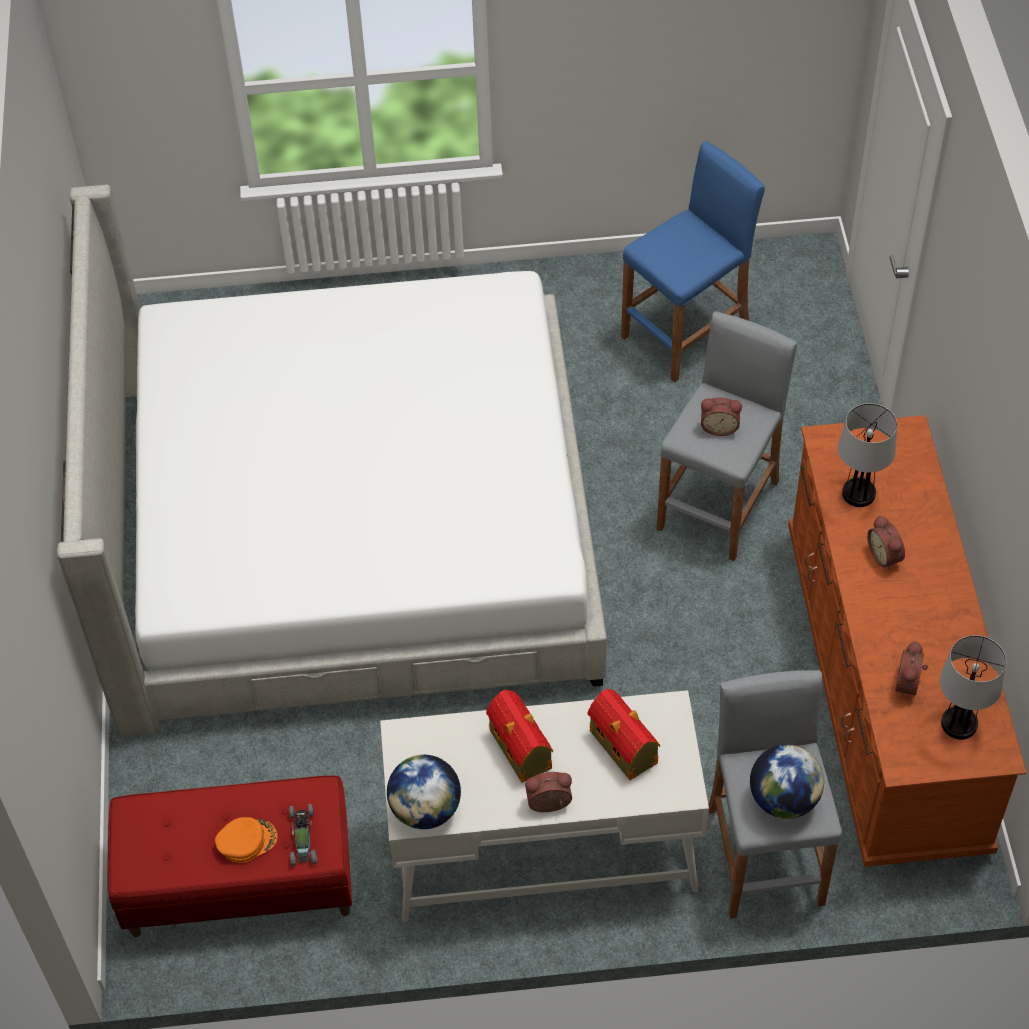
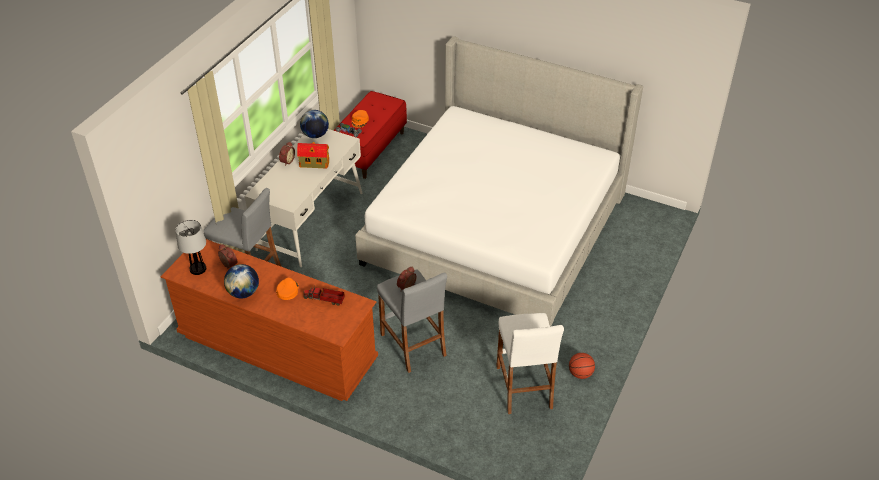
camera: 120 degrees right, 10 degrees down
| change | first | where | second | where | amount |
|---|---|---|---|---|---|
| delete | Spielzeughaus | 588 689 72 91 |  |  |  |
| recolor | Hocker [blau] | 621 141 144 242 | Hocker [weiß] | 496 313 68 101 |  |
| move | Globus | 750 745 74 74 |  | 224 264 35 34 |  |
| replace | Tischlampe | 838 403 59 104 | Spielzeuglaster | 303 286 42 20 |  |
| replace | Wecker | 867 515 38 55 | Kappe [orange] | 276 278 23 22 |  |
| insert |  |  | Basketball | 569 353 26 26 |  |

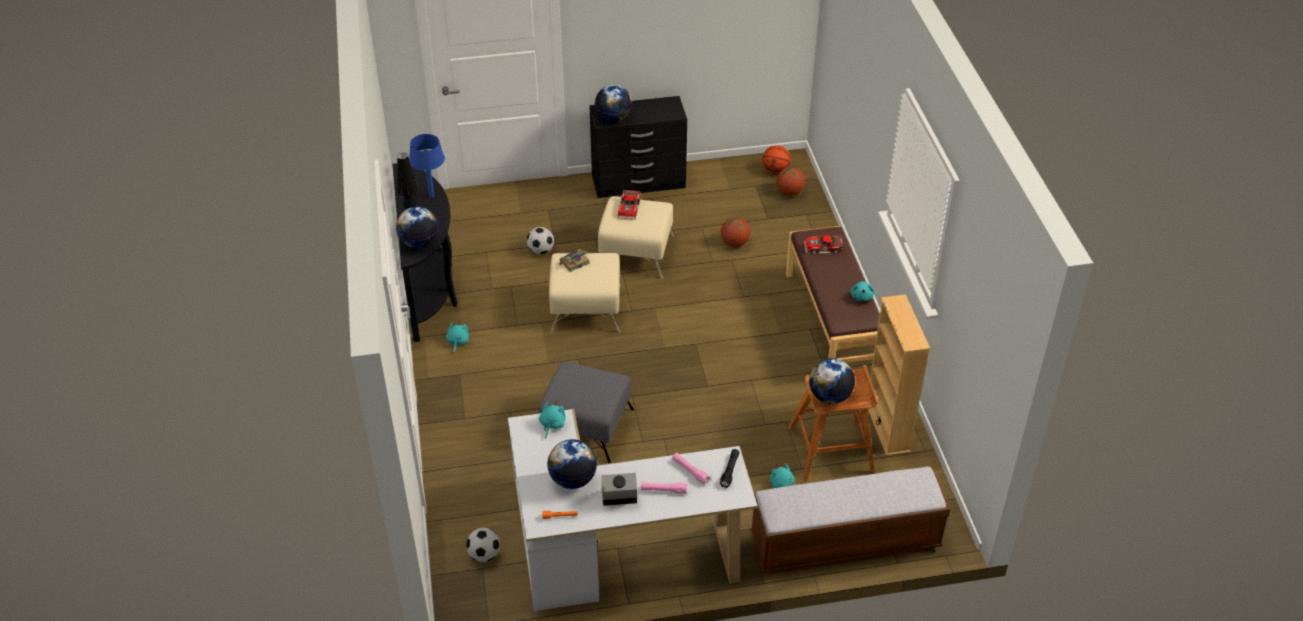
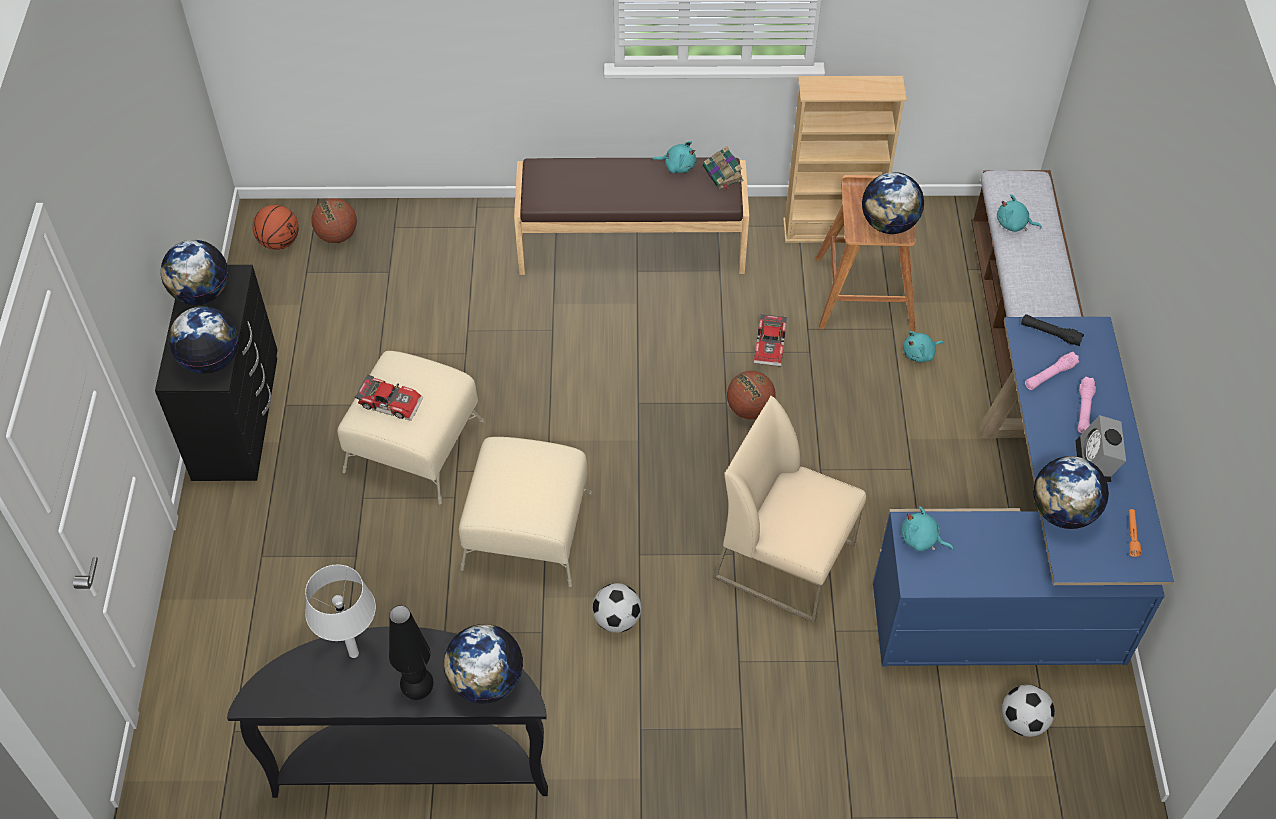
camera: 80 degrees left, 10 degrees up
| change | first | where | second | where | amount |
|---|---|---|---|---|---|
| recolor | Tischlampe [blau] | 409 134 36 64 | Tischlampe [grau] | 305 565 71 93 |  |
| move | Plüschtier [türkis] | 446 321 23 32 |  | 997 194 45 38 |  |
| recolor | Schreibtisch [weiß] | 508 409 249 202 | Schreibtisch [blau] | 872 317 302 350 |  |
| move | Fußball | 527 227 27 27 |  | 592 583 49 50 |  |
| replace | Polsterhocker [grau] | 539 362 95 101 | Stuhl [beige] | 713 396 153 227 |  |
| move | Buch | 559 249 31 23 |  | 703 146 41 44 |  |
| move | Basketball | 721 217 30 30 |  | 727 371 49 48 |  |
| move | Spielzeugauto | 804 234 40 21 |  | 754 314 33 52 |  |
| insert |  |  | Globus | 161 240 67 65 |  |

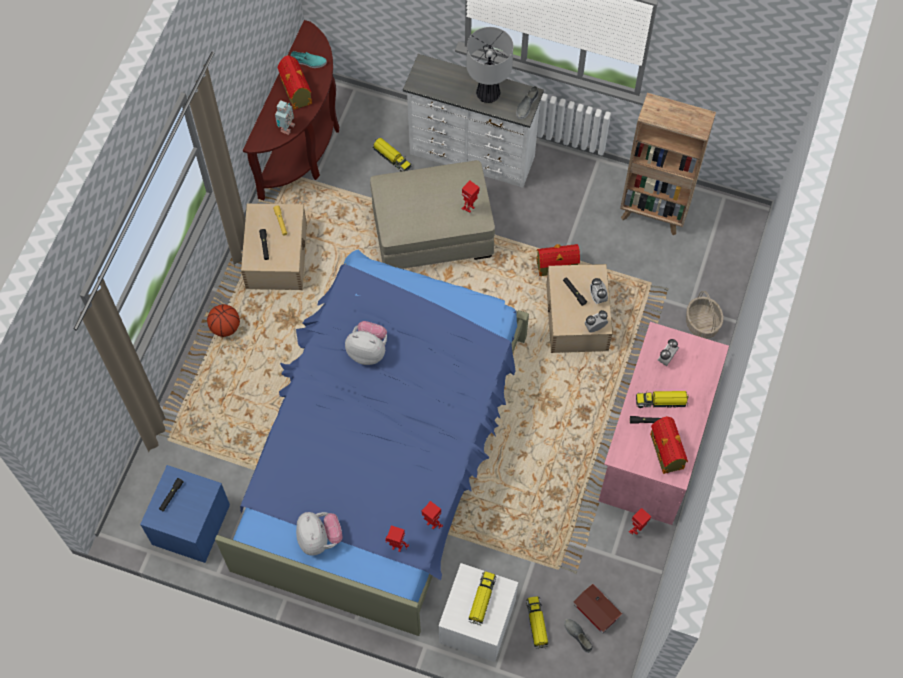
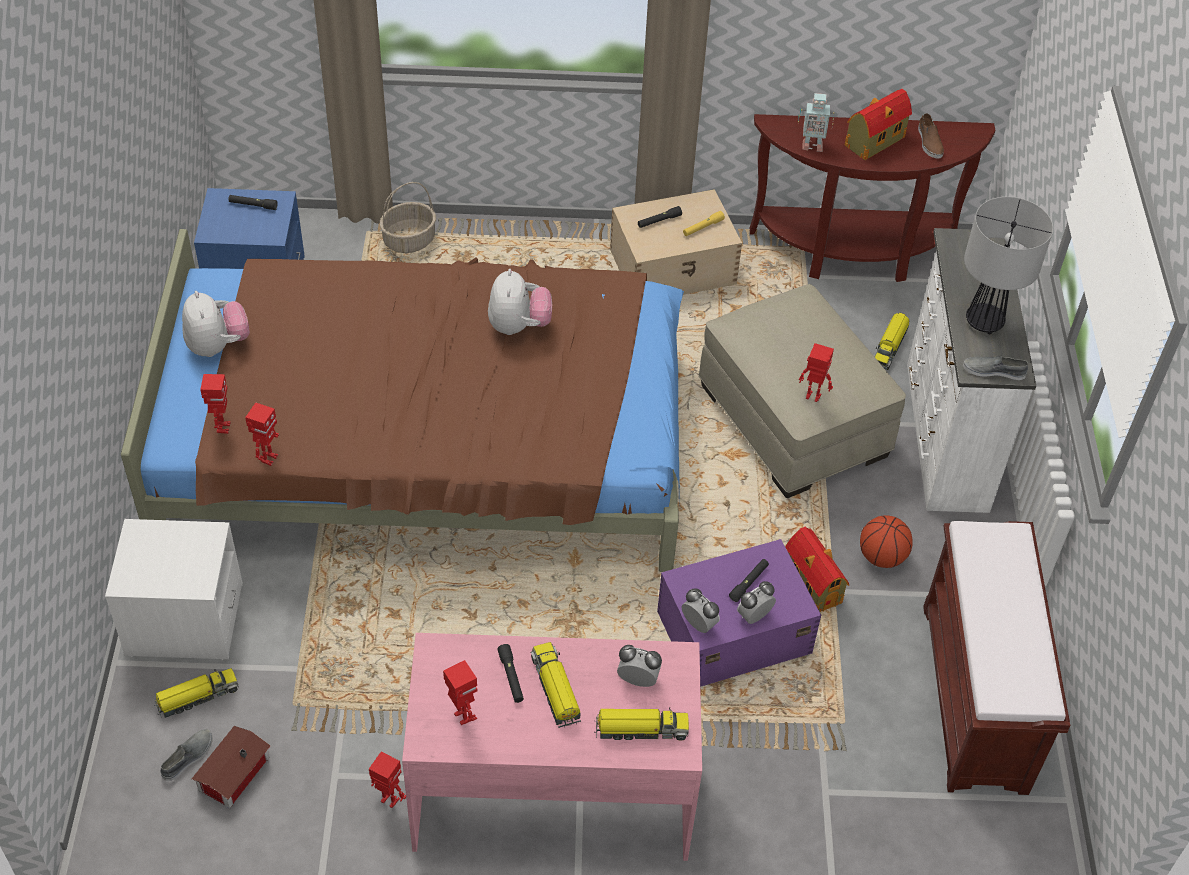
camera: 70 degrees right, 15 degrees down
| change | first | where | second | where | amount |
|---|---|---|---|---|---|
| move | Basketball | 207 304 33 33 |  | 860 516 53 52 |  |
| recolor | Bett [blau] | 215 250 314 386 | Bett [braun] | 121 229 563 343 |  |
| recolor | Schuh [türkis] | 291 51 36 17 | Schuh [braun] | 918 113 26 46 |  |
| rotate | Plüschtier | 296 512 47 44 |  | 182 291 68 66 | 75 degrees counterclockwise |
| move | Spielzeuglaster | 468 571 28 54 |  | 596 707 93 33 |  |
| recolor | Aufbewahrungsbox [beige] | 546 264 67 89 | Aufbewahrungsbox [lila] | 657 539 164 148 |  |
| replace | Bücherregal [braun] | 620 93 96 142 | Bank [braun] | 923 521 147 274 |  |
| replace | Spielzeughaus | 650 416 38 58 | Spielzeugroboter | 443 660 35 65 |  |
| move | Korb | 686 291 38 48 |  | 380 182 56 71 |  |

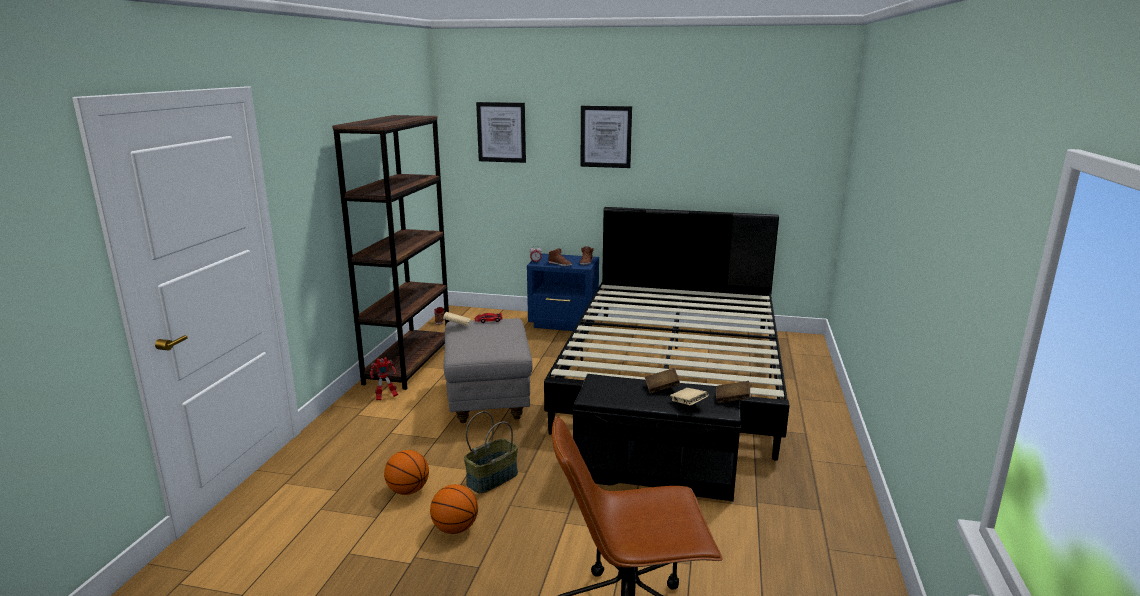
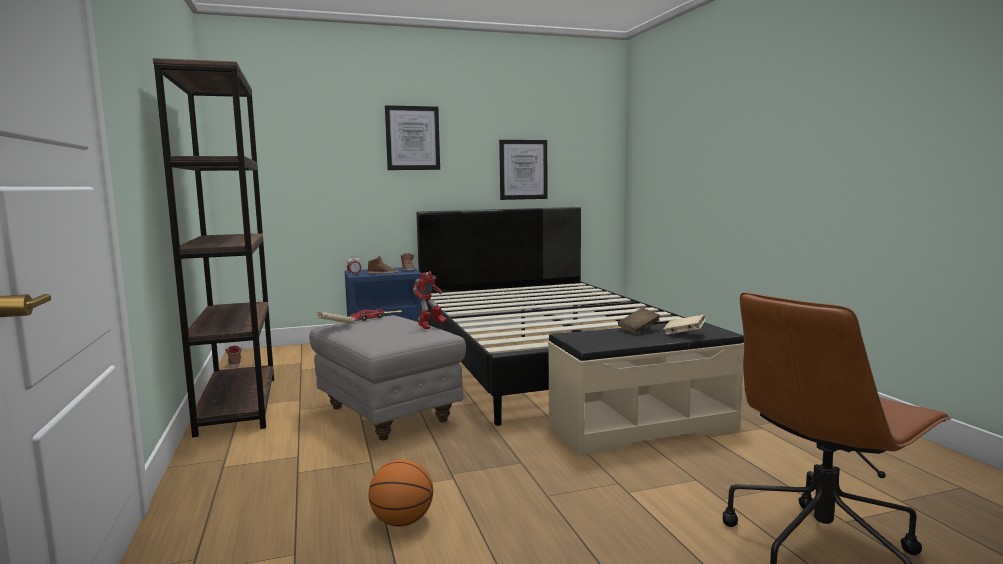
camera: 30 degrees left, 10 degrees down
| change | first | where | second | where | amount |
|---|---|---|---|---|---|
| move | Spielzeugroboter | 370 357 28 43 |  | 413 271 34 58 |  |
| delete | Basketball | 430 484 48 50 |  |  |  |
| delete | Korb | 464 411 54 83 |  |  |  |
| move | Bild | 476 102 50 61 |  | 499 140 49 60 |  |
| recolor | Bank [schwarz] | 572 374 169 128 | Bank [beige] | 548 322 196 134 |  |
| delete | Buch [braun] | 716 381 34 22 |  |  |  |

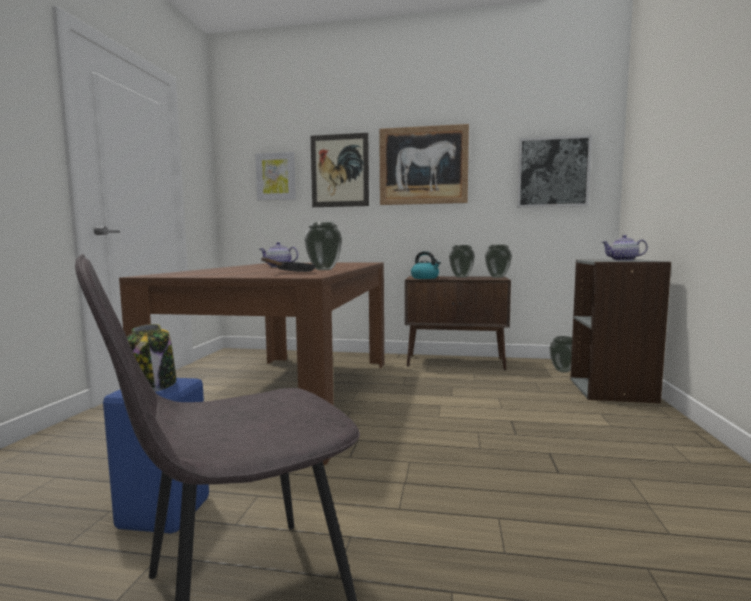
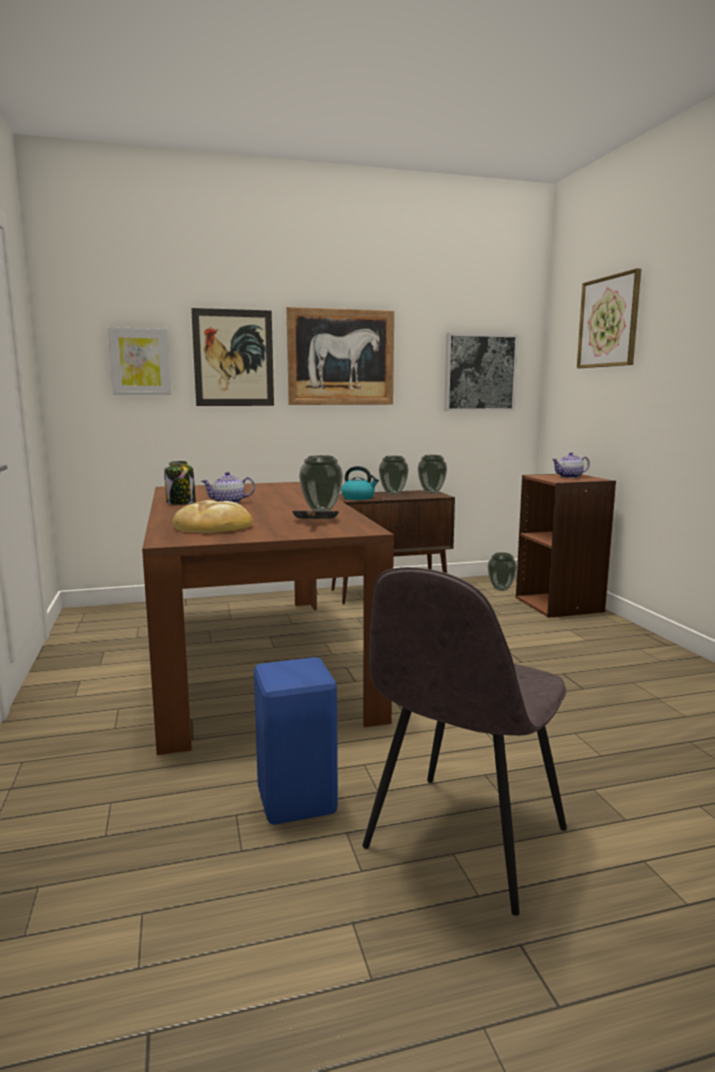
camera: 25 degrees left, 5 degrees up
| change | first | where | second | where | amount |
|---|---|---|---|---|---|
| move | Vorratsglas | 127 324 49 68 |  | 164 461 32 44 |  |
| recolor | Bücherregal [grau] | 570 259 101 144 | Bücherregal [braun] | 516 474 100 144 |  |
| insert |  |  | Brot | 173 500 80 33 |  |
| insert |  |  | Bild | 577 268 64 100 |  |

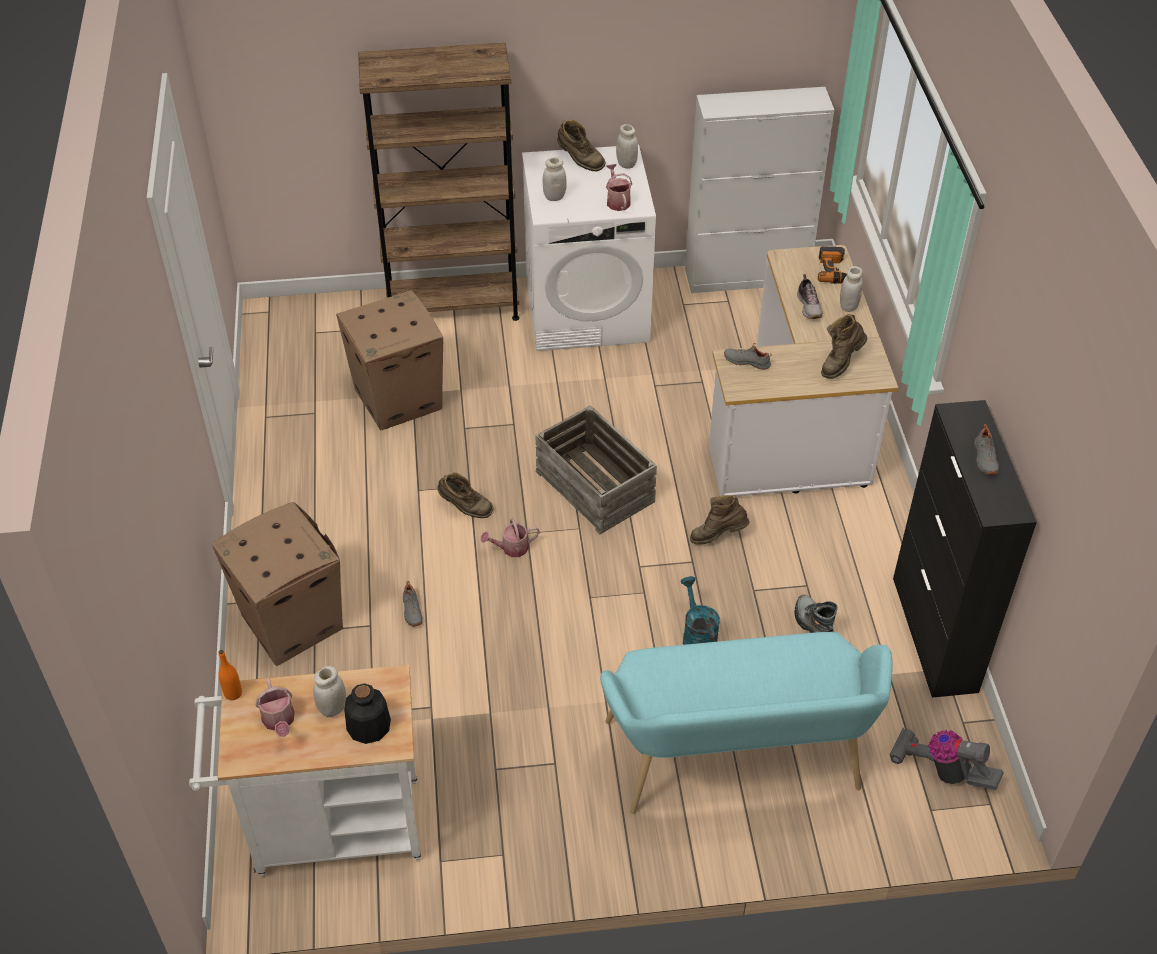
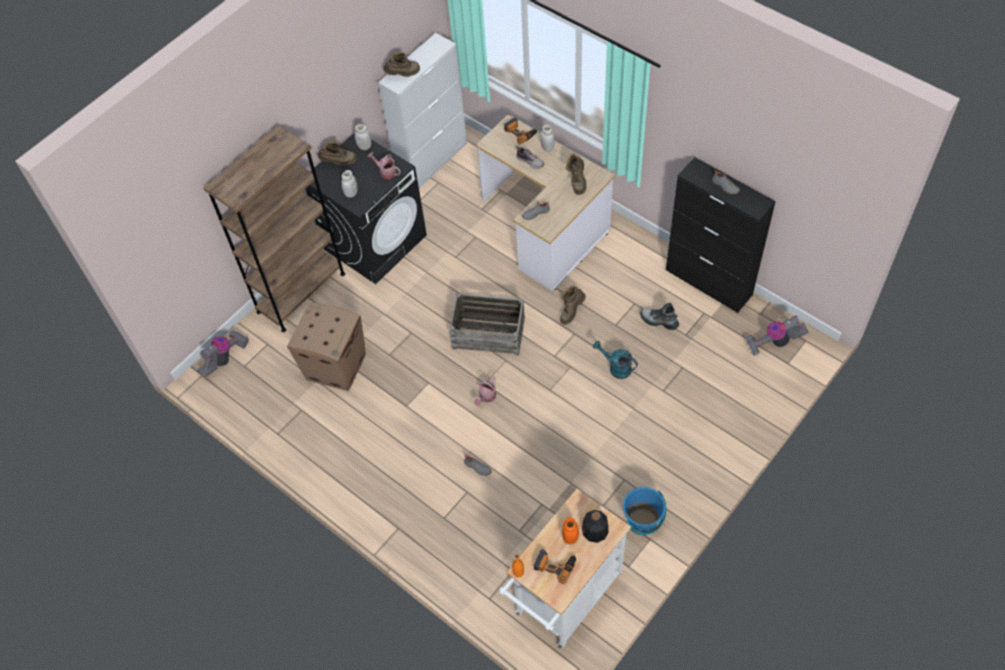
camera: 40 degrees left, 10 degrees up
| change | first | where | second | where | amount |
|---|---|---|---|---|---|
| delete | Karton | 212 502 132 164 |  |  |  |
| replace | Gießkanne | 255 678 40 59 | Bohrmaschine | 534 549 42 35 |  |
| recolor | Vorratsglas [weiß] | 313 666 34 51 | Vorratsglas [orange] | 562 517 17 27 |  |
| move | Stiefel [braun] | 438 472 55 46 |  | 383 52 37 25 |  |
| recolor | Waschmaschine [weiß] | 522 145 134 206 | Waschmaschine [schwarz] | 306 133 121 151 |  |
| delete | Bank [türkis] | 600 632 293 182 |  |  |  |
| insert |  |  | Staubsauger | 197 330 52 46 |  |
| insert |  |  | Eimer [blau] | 623 487 43 48 |  |

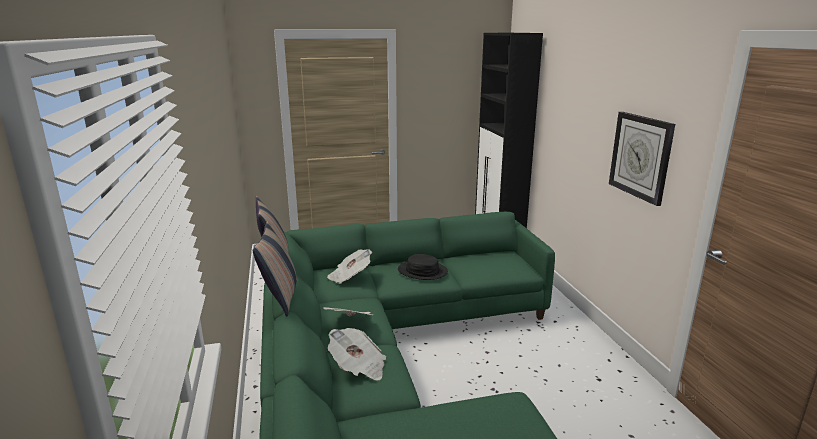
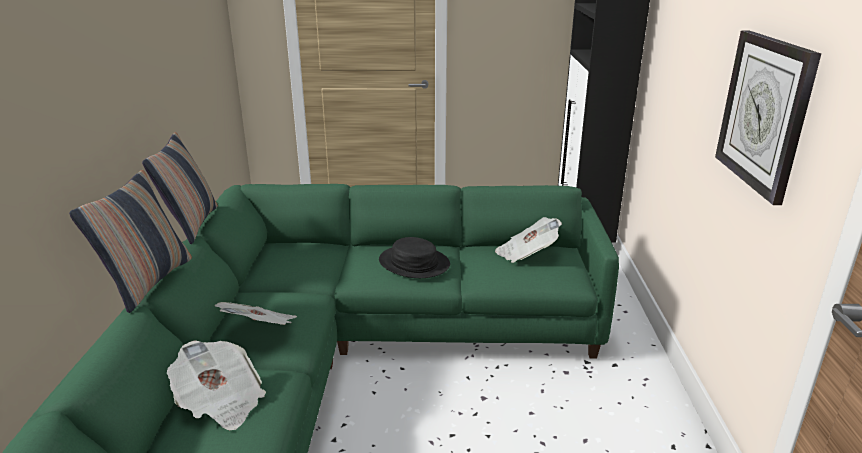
camera: 15 degrees right, 5 degrees up
| change | first | where | second | where | amount |
|---|---|---|---|---|---|
| move | Zeitung | 327 249 45 35 |  | 495 217 67 46 |  |

